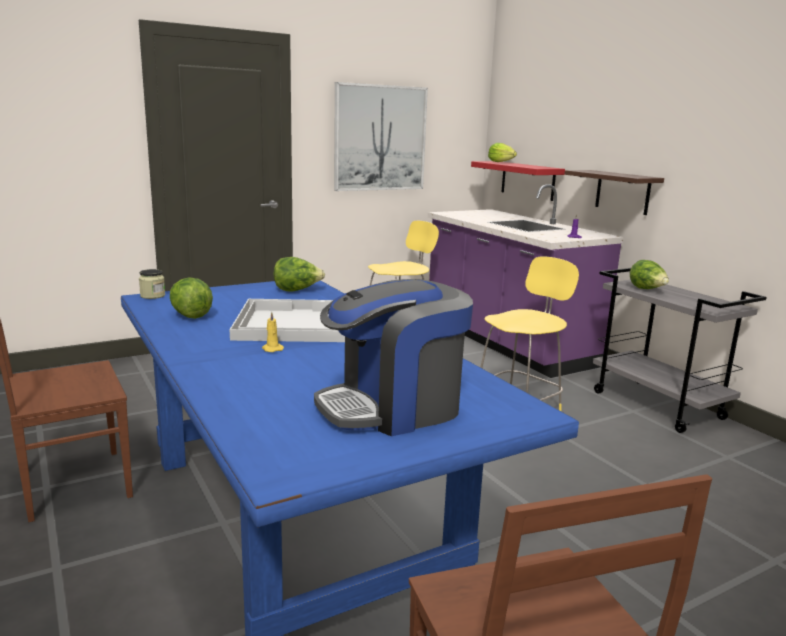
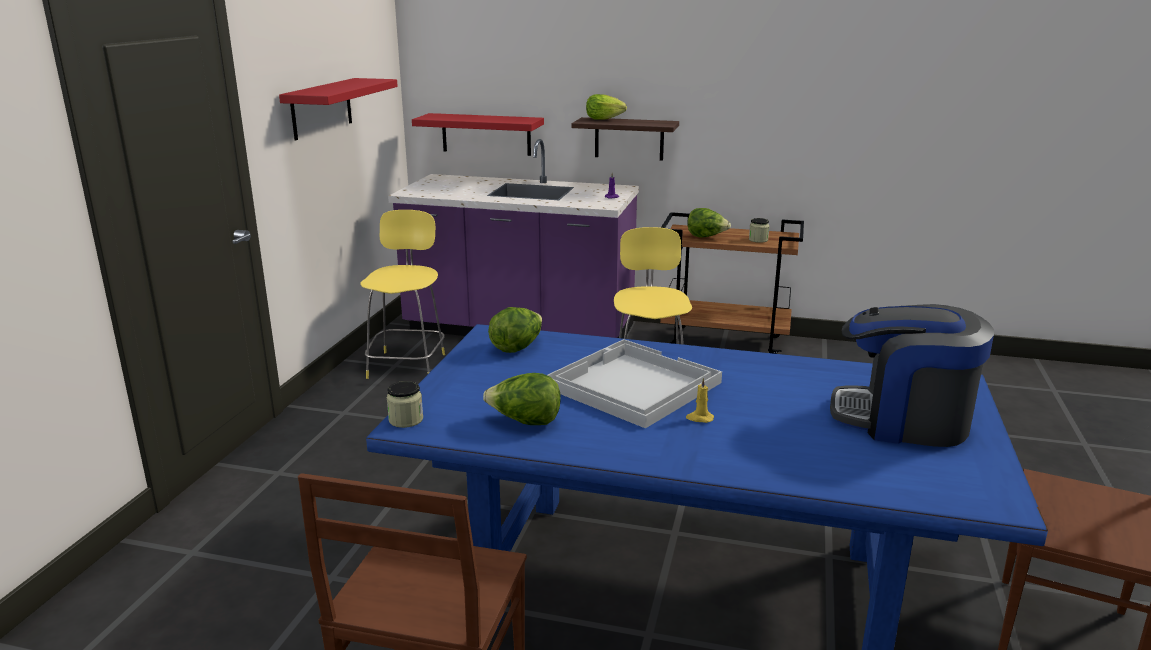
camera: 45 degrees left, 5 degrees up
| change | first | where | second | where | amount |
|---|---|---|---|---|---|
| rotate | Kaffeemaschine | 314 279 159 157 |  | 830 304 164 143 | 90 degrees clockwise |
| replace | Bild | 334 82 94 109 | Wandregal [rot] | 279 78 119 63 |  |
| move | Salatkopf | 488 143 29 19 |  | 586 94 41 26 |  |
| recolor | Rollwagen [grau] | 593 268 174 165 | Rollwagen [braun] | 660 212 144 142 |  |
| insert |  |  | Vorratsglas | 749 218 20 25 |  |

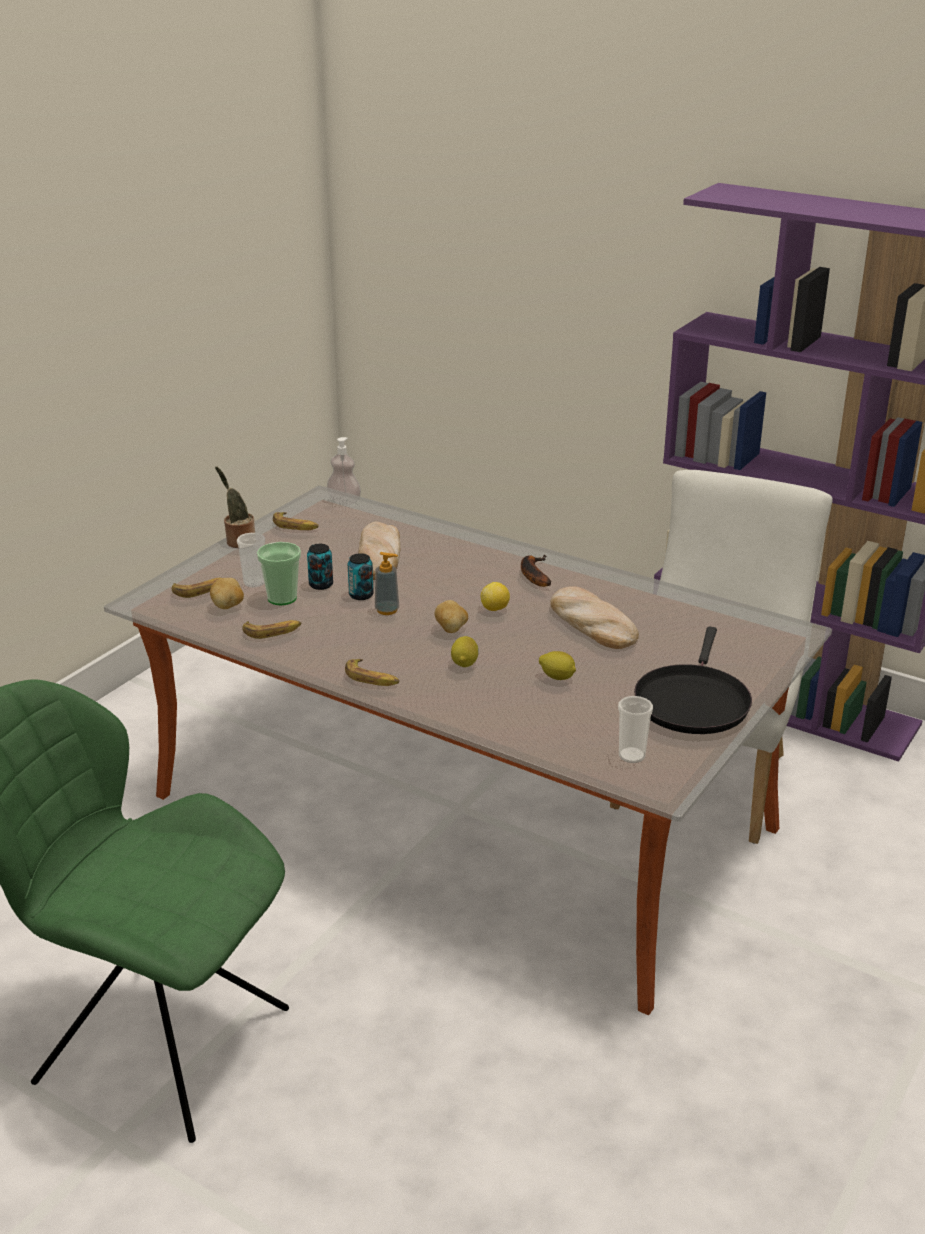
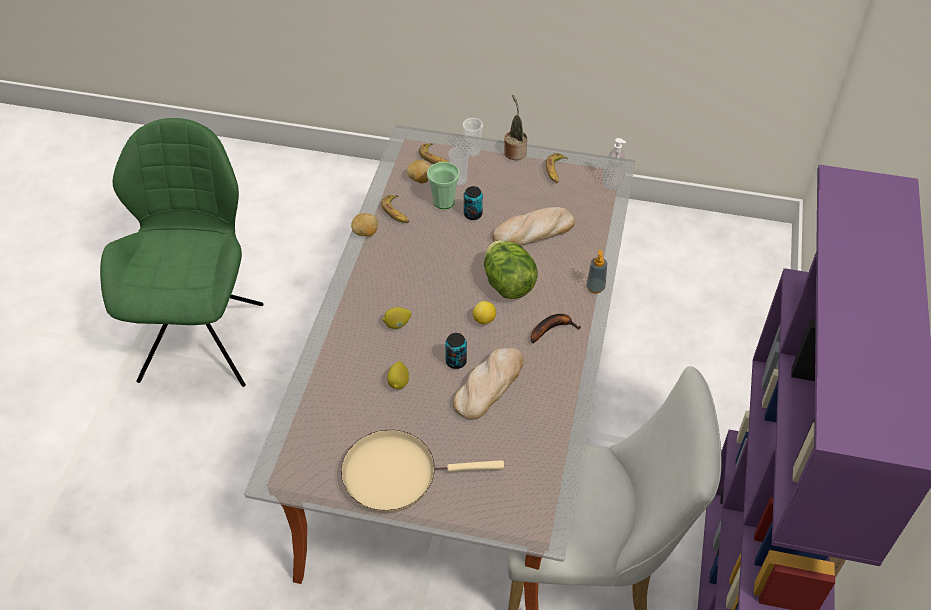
camera: 70 degrees right, 20 degrees up
| change | first | where | second | where | amount |
|---|---|---|---|---|---|
| delete | Banane | 345 659 54 27 |  |  |  |
| move | Dose | 348 553 26 47 |  | 445 333 22 36 |  |
| move | Seifenspender | 375 552 24 63 |  | 586 250 21 44 |  |
| move | Kartoffel | 435 600 33 33 |  | 351 213 27 23 |  |
| move | Tasse | 618 696 35 67 |  | 463 118 20 39 |  |
| recolor | Pfanne [schwarz] | 634 627 118 107 | Pfanne [beige] | 341 430 163 83 |  |
| insert |  |  | Salatkopf | 484 240 54 59 |  |

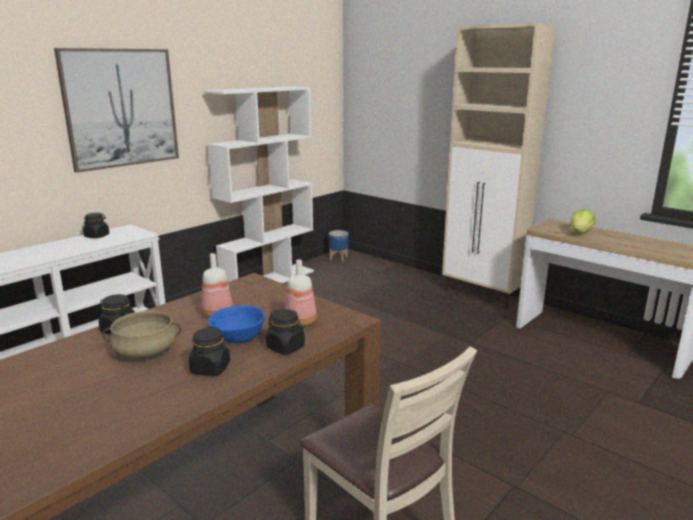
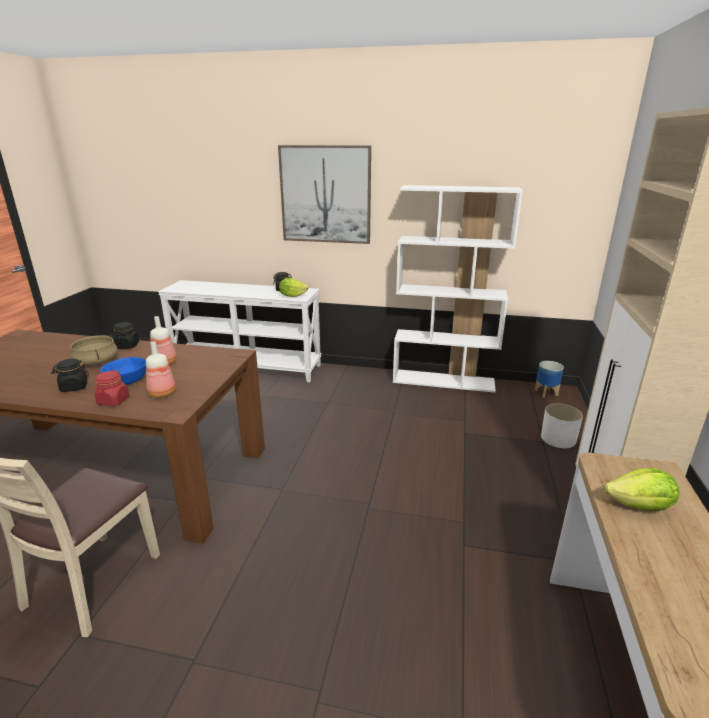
camera: 60 degrees right, 5 degrees up
| change | first | where | second | where | amount |
|---|---|---|---|---|---|
| recolor | Vorratsglas [schwarz] | 266 309 39 45 | Vorratsglas [rot] | 95 370 34 36 |  |
| insert |  |  | Salatkopf | 279 278 30 19 |  |
| insert |  |  | Pflanzkübel [weiß] | 541 403 42 45 |  |

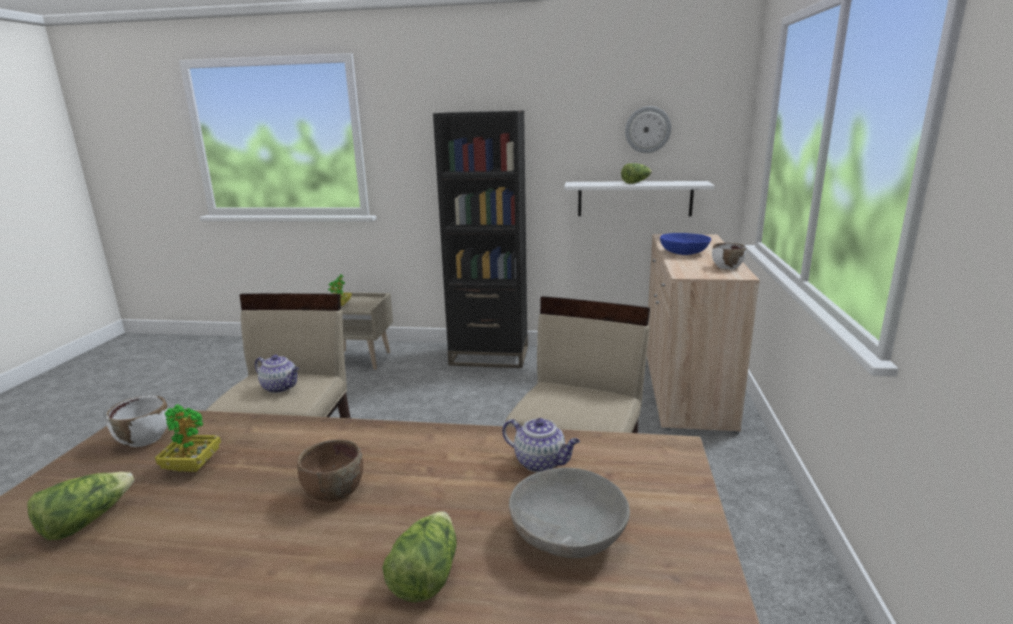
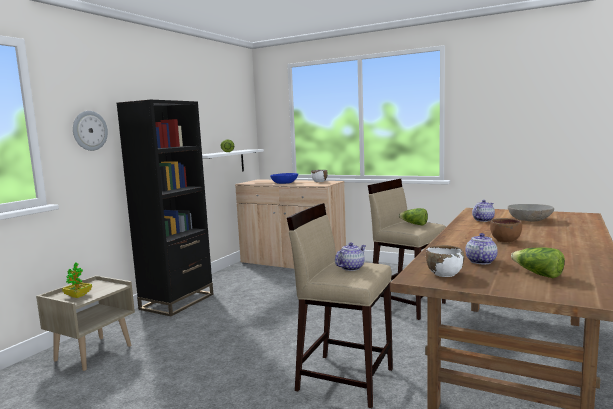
camera: 70 degrees left, 10 degrees down
| change | first | where | second | where | amount |
|---|---|---|---|---|---|
| replace | Topfpflanze | 155 405 66 67 | Teekanne | 465 233 33 31 |  |
| move | Salatkopf | 382 511 75 92 |  | 399 208 29 18 |  |
| move | Wanduhr | 625 106 46 47 |  | 73 111 35 40 |  |

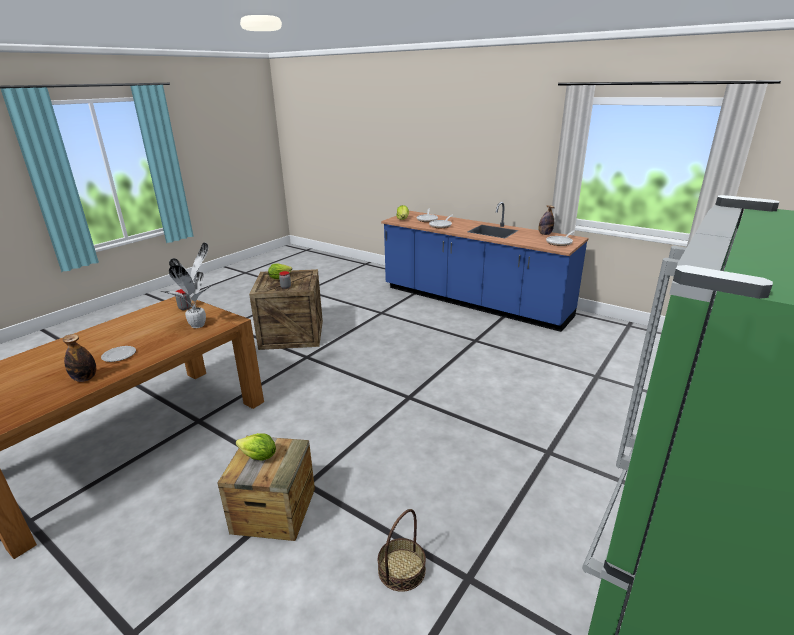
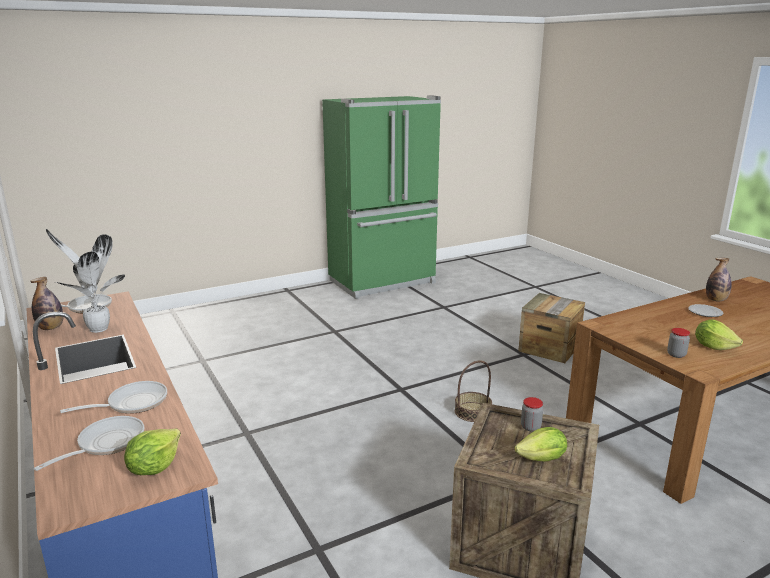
camera: 155 degrees left, 5 degrees down
| change | first | where | second | where | amount |
|---|---|---|---|---|---|
| move | Topfpflanze | 161 242 49 86 |  | 46 229 79 104 |  |
| move | Salatkopf | 236 433 40 28 |  | 695 319 48 31 |  |
| move | Korb | 378 509 48 83 |  | 455 361 37 61 |  |

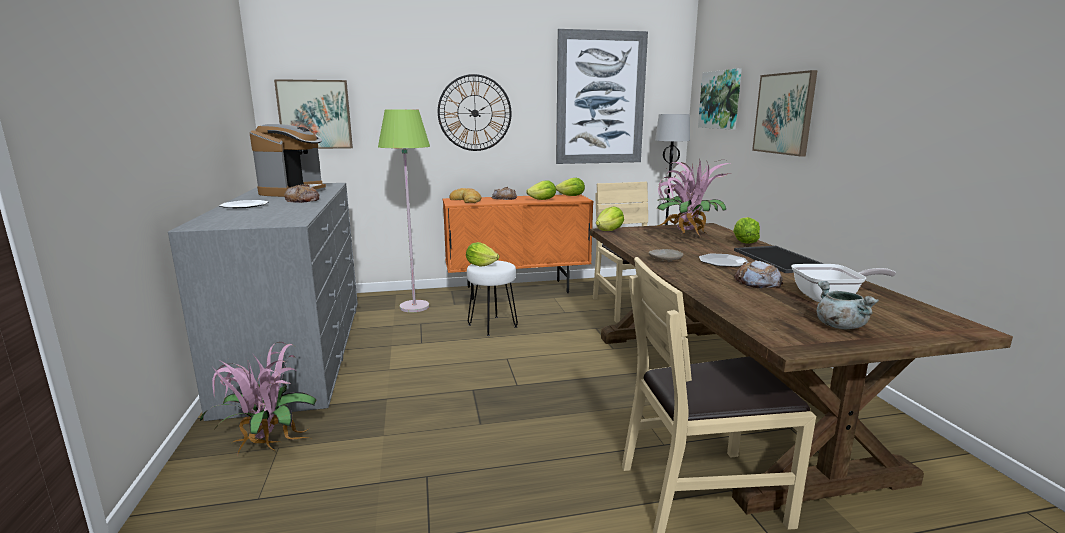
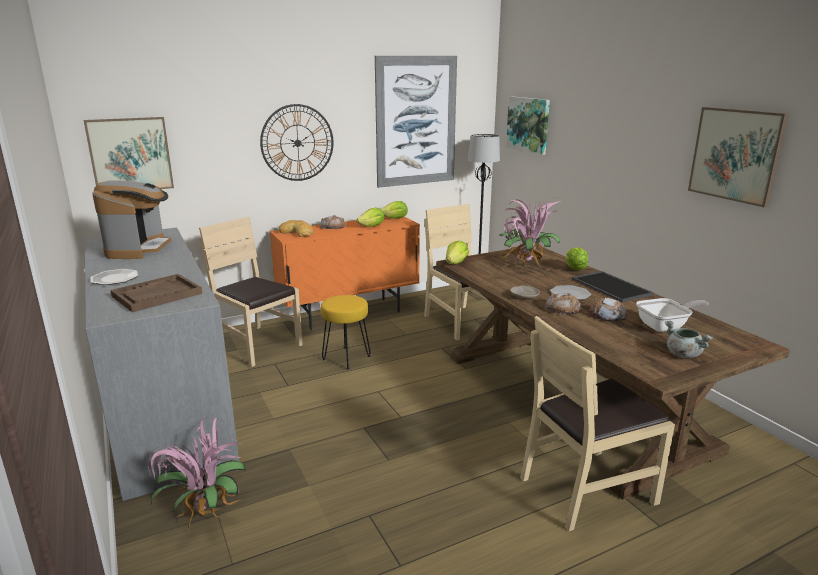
camera: 15 degrees left, 5 degrees up
| change | first | where | second | where | amount |
|---|---|---|---|---|---|
| move | Brot | 284 184 35 19 |  | 545 293 37 22 |  |
| replace | Stehlampe [grün] | 378 109 52 203 | Stuhl [beige] | 199 217 104 150 |  |
| delete | Salatkopf | 466 242 33 25 |  |  |  |
| recolor | Hocker [weiß] | 467 261 51 75 | Hocker [gelb] | 320 295 51 75 |  |
| move | Bild | 752 70 66 86 |  | 688 107 101 100 |  |
| insert |  |  | Tablett [braun] | 110 274 92 38 |  |

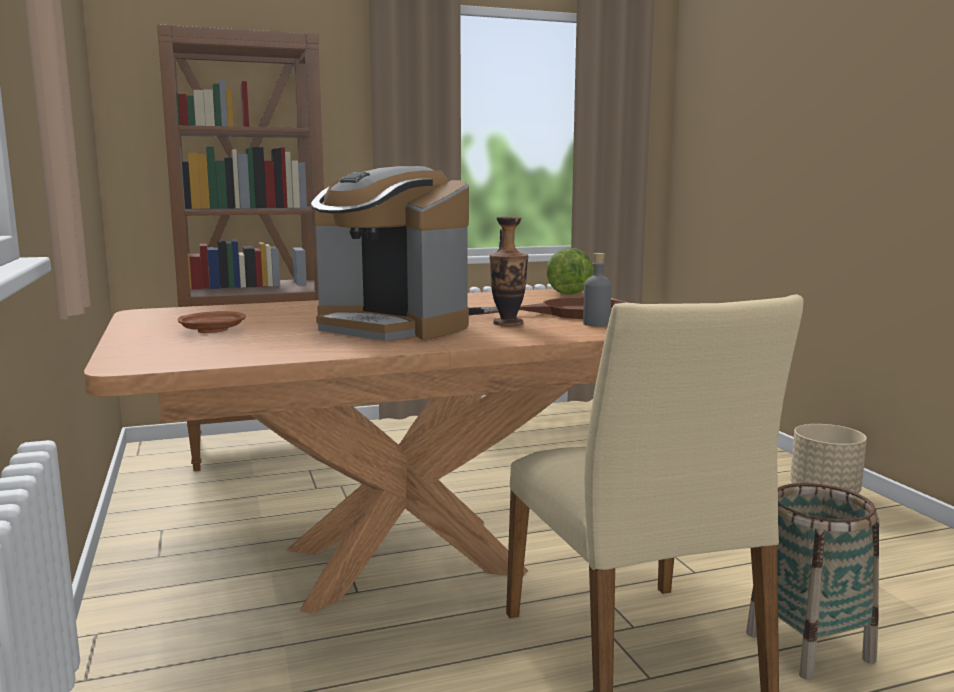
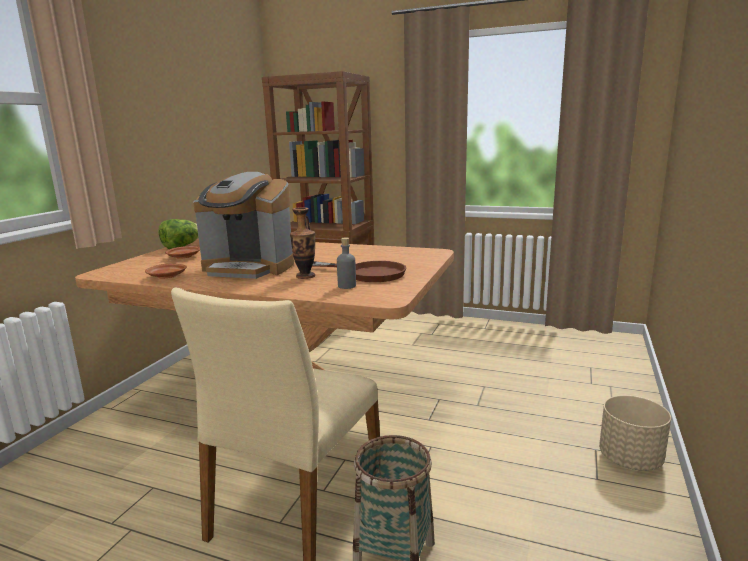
camera: 40 degrees right, 5 degrees up
| change | first | where | second | where | amount |
|---|---|---|---|---|---|
| rotate | Kaffeemaschine | 311 166 158 175 |  | 193 172 101 107 | 60 degrees counterclockwise |
| move | Salatkopf | 547 248 47 47 |  | 158 219 41 30 |  |
| insert |  |  | Teller [braun] | 145 264 42 15 |  |

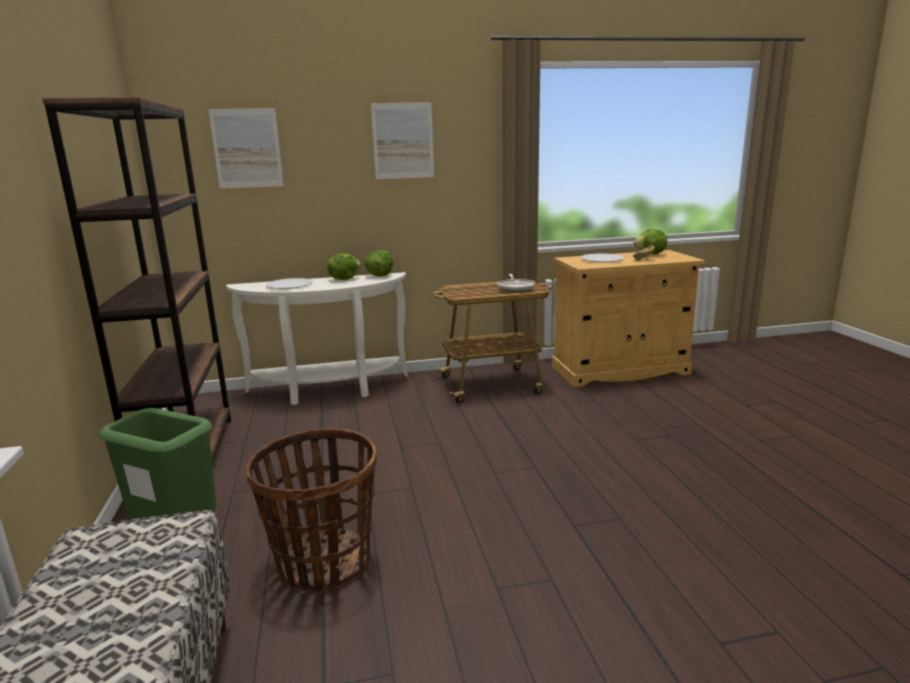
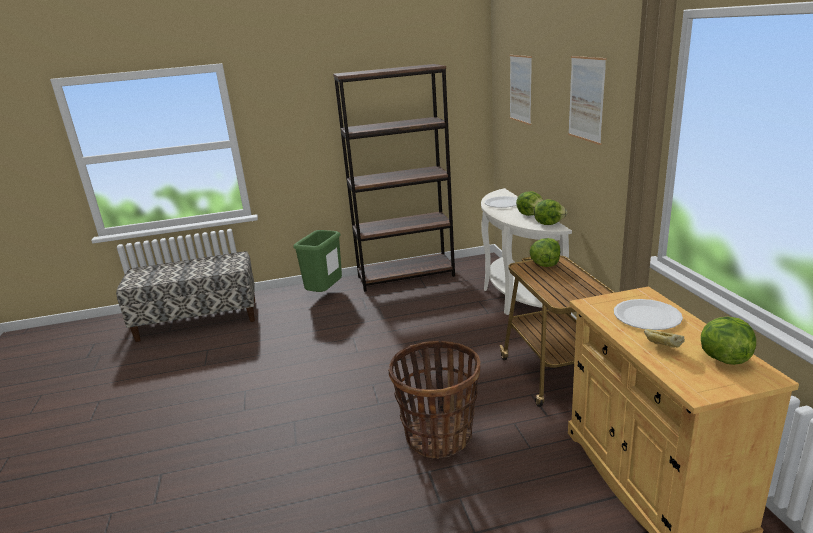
camera: 90 degrees right, 5 degrees up
| change | first | where | second | where | amount |
|---|---|---|---|---|---|
| move | Korb | 246 429 131 163 |  | 388 341 92 118 |  |
| delete | Pfanne | 497 274 38 18 |  |  |  |
| insert |  |  | Salatkopf | 529 238 31 29 |  |

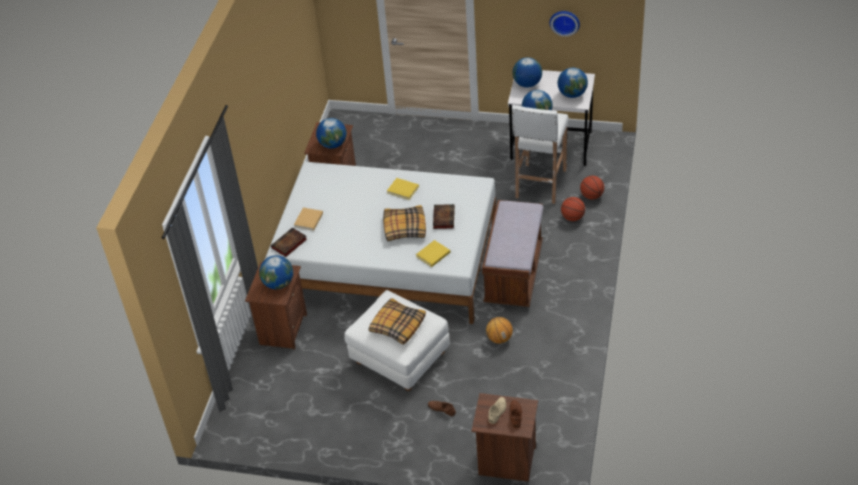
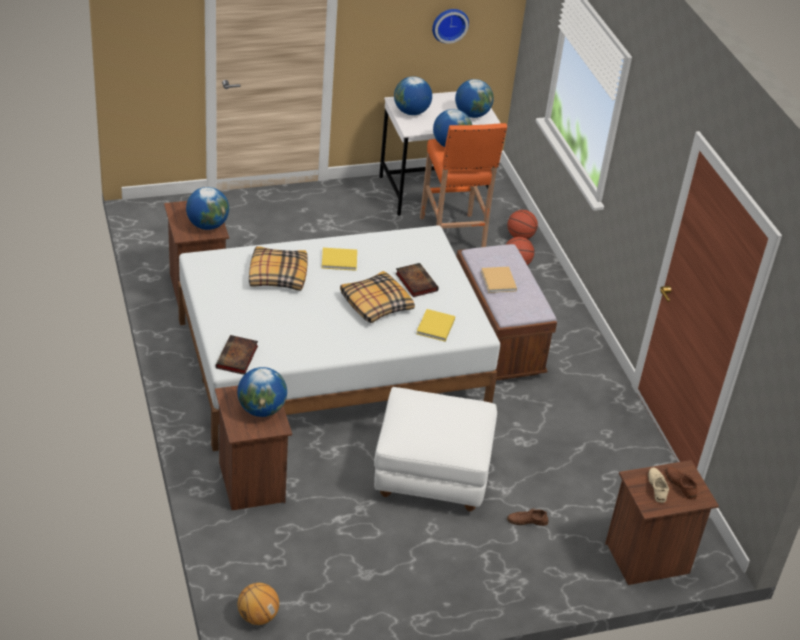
camera: 35 degrees left, 5 degrees down
| change | first | where | second | where | amount |
|---|---|---|---|---|---|
| move | Buch [beige] | 294 207 29 24 |  | 481 267 36 26 |  |
| move | Kissen | 369 298 57 47 |  | 249 246 59 45 |  |
| move | Basketball | 486 317 27 27 |  | 238 583 41 42 |  |
| recolor | Hocker [weiß] | 512 105 57 99 | Hocker [orange] | 420 123 87 124 |  |

